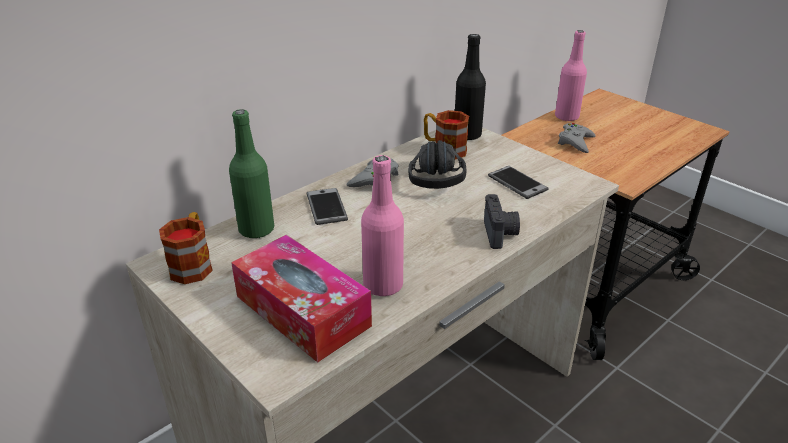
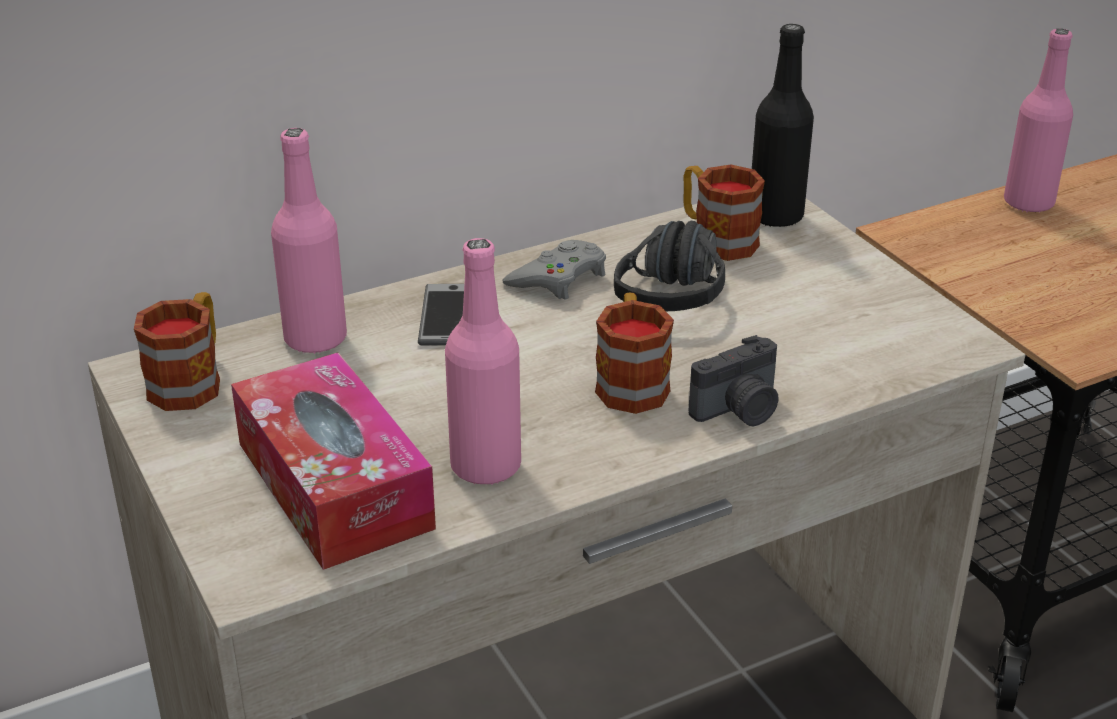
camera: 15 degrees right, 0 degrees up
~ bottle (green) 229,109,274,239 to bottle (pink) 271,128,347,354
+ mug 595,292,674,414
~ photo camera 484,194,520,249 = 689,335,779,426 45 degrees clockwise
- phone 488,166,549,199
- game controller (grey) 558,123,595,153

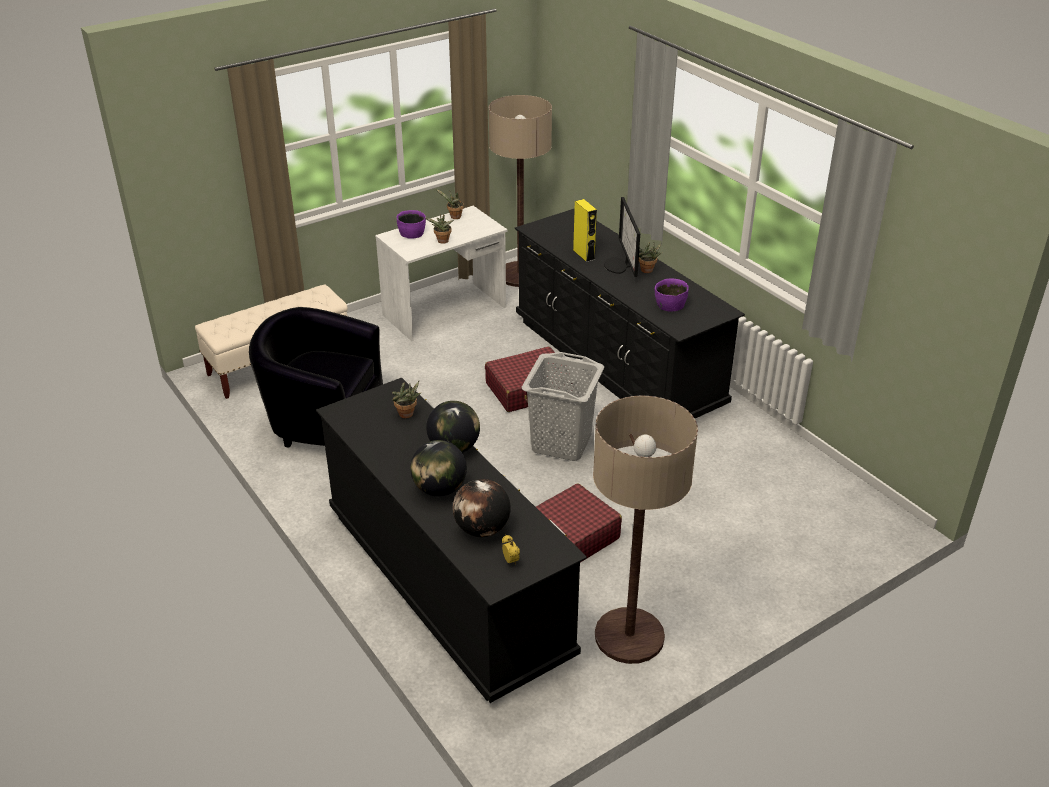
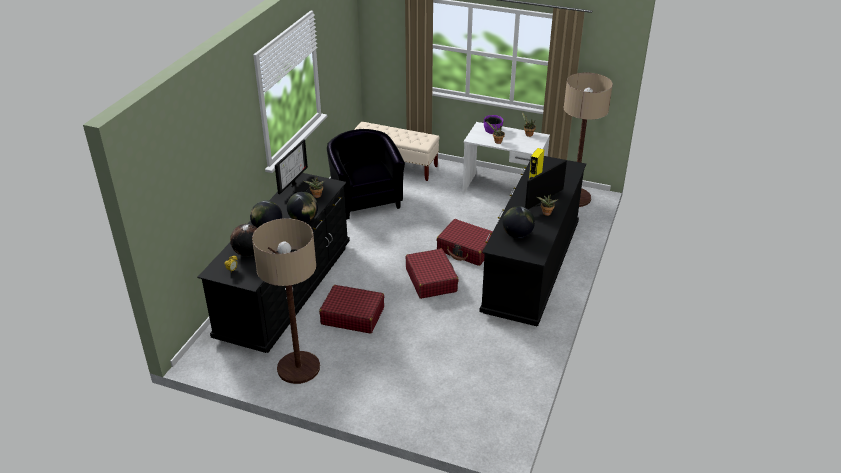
camera: 55 degrees right, 0 degrees up
+ monitor 275,139,310,194
~ laundry basket (grey) 522,352,604,461 to suitcase (red) 405,248,459,299
~ bowl (purple) 655,279,689,312 to globe 503,206,535,238

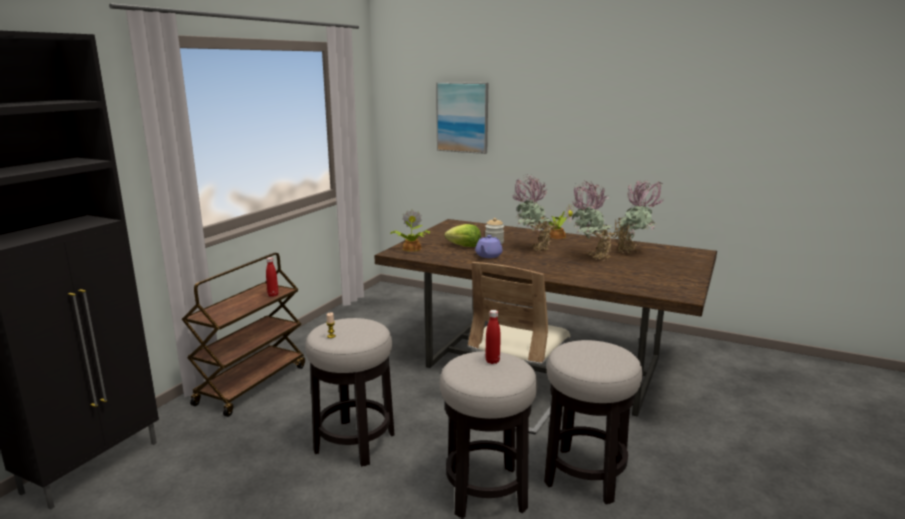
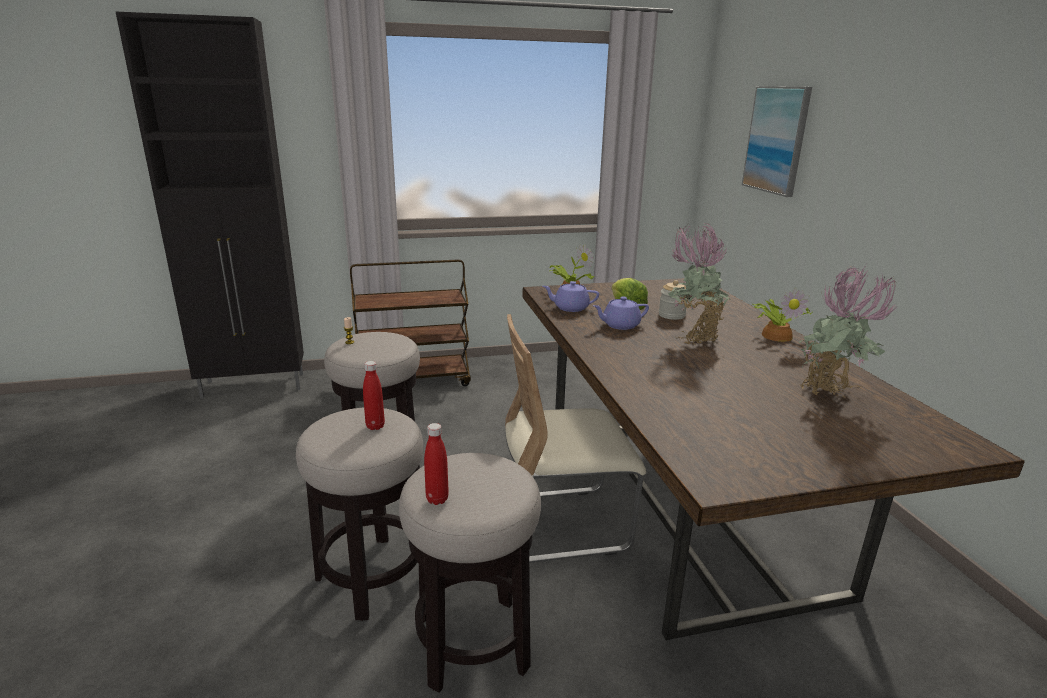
camera: 50 degrees right, 5 degrees up
~ bottle (red) 266,257,278,297 to 424,423,449,505
+ teapot (purple) 543,281,599,312
- potted plant 572,180,619,261

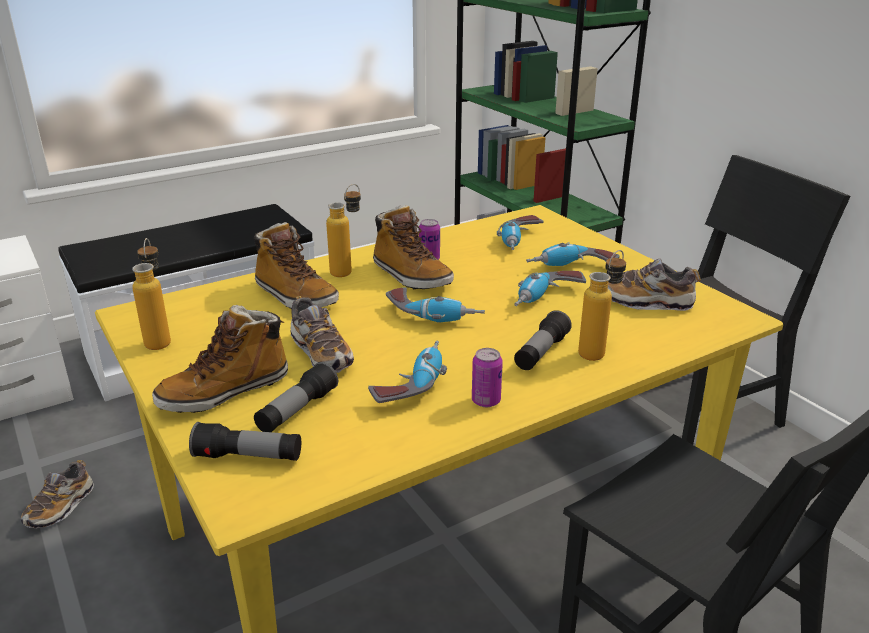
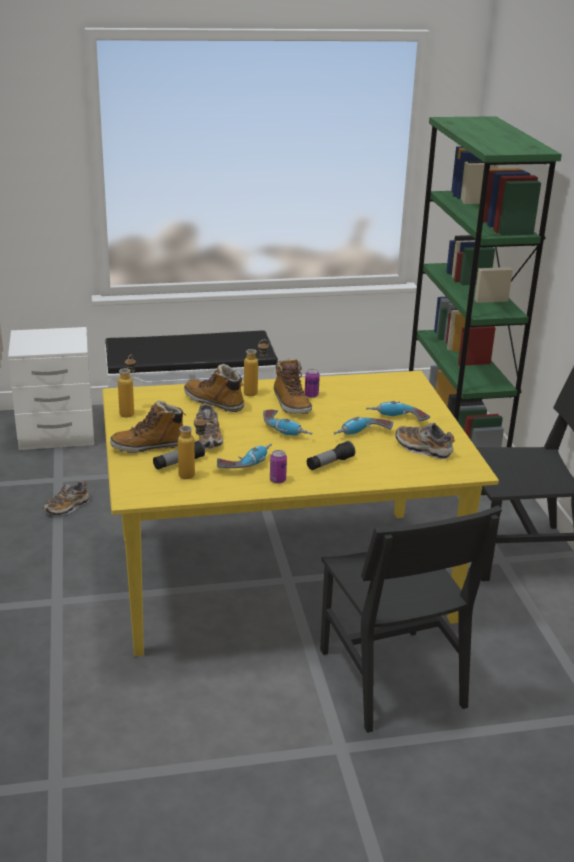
camera: 20 degrees right, 0 degrees up
~ bottle 578,250,626,361 to 178,415,207,479
~ boot 254,222,339,309 = 184,364,244,412 150 degrees clockwise
- flashlight 189,422,301,461
- power drill 497,215,544,250

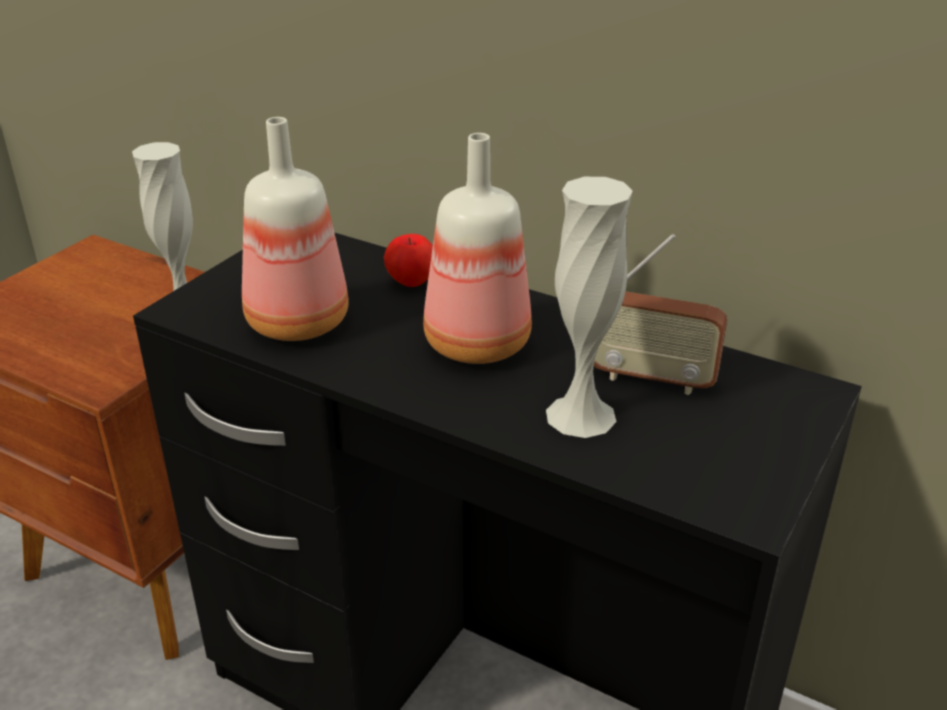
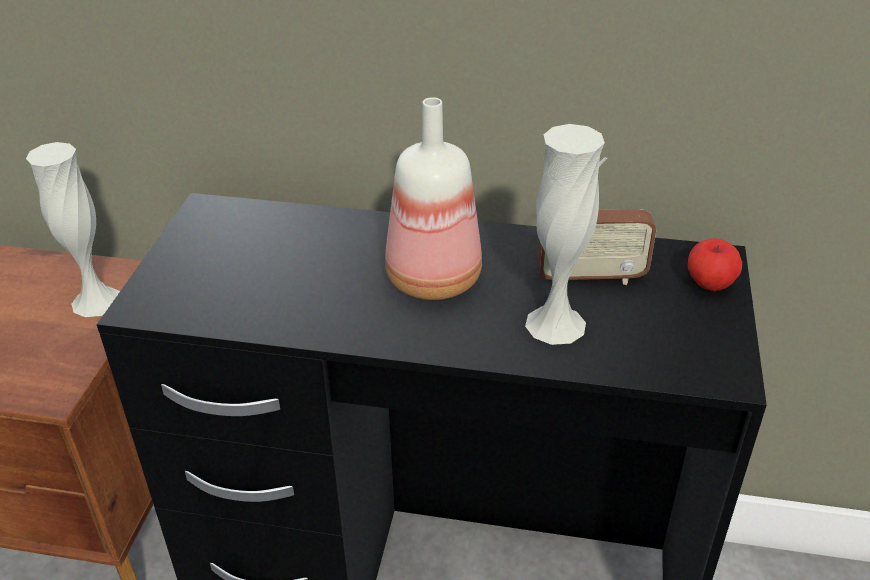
camera: 20 degrees left, 5 degrees up
~ apple 384,234,433,287 to 688,238,742,291
- bottle 242,117,349,341

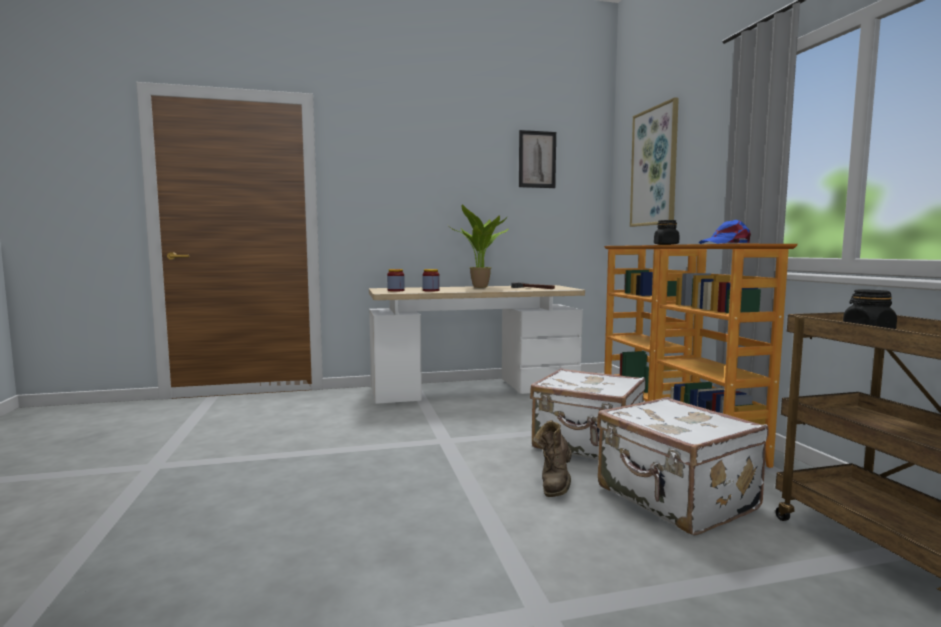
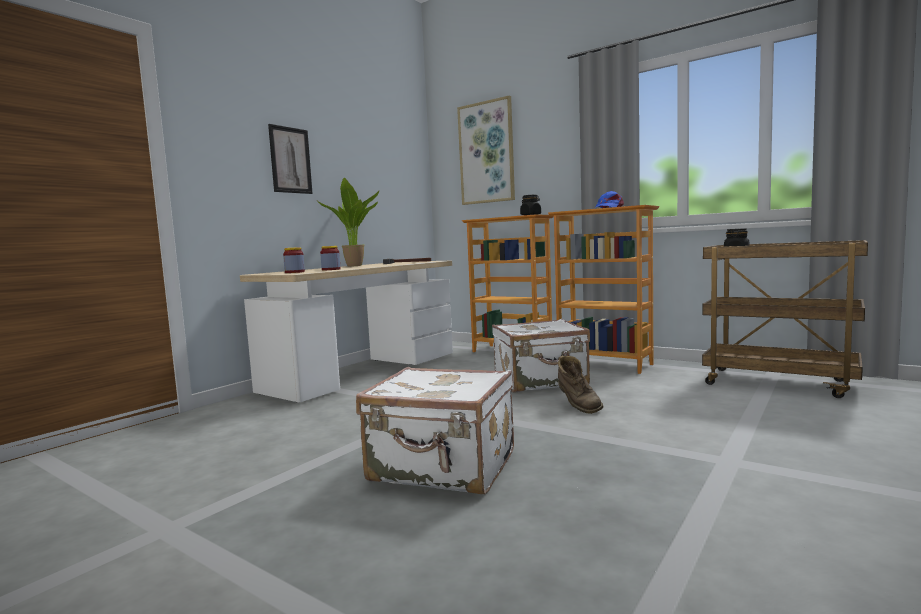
camera: 40 degrees left, 0 degrees up
~ picture 519,130,556,188 to 268,124,313,194
~ suitcase (white) 597,397,768,536 to 356,367,514,494

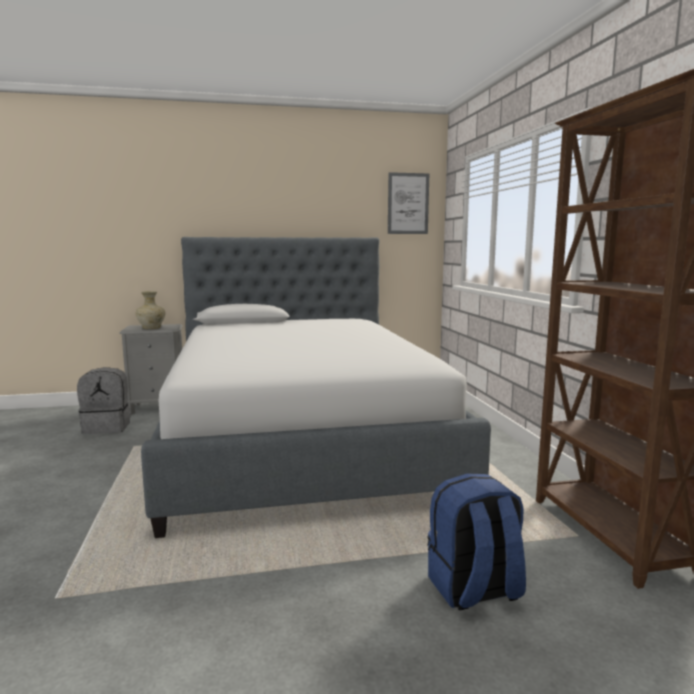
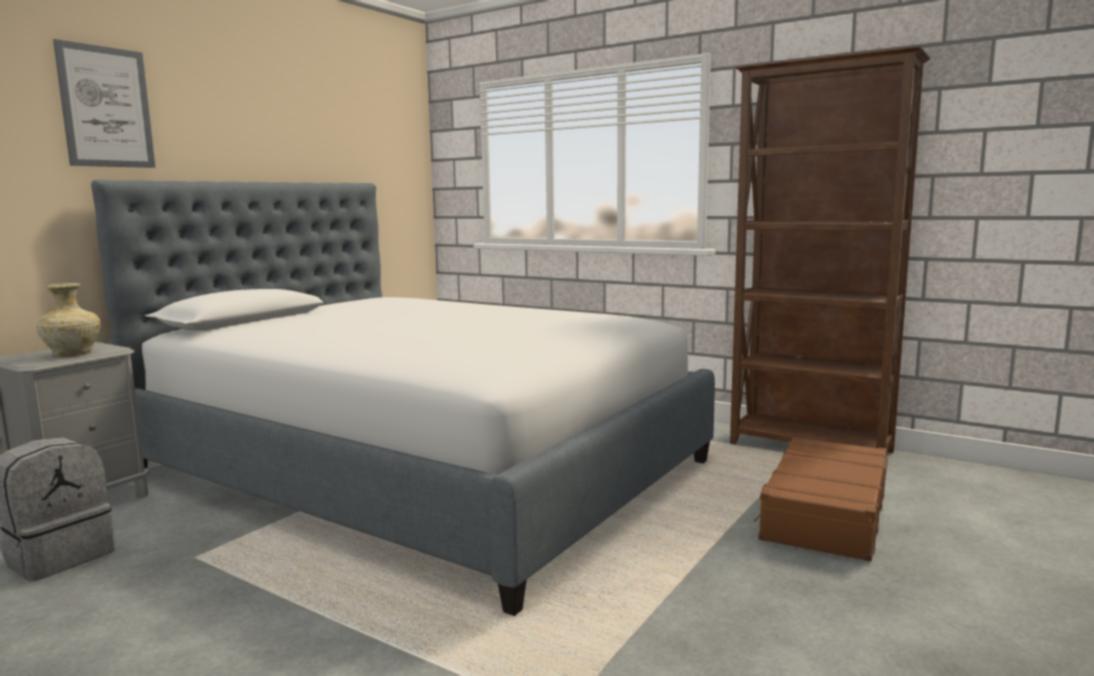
camera: 45 degrees left, 0 degrees up
~ picture 388,172,429,234 to 53,39,155,168
~ backpack (blue) 427,473,526,610 to suitcase (brown) 753,437,888,561

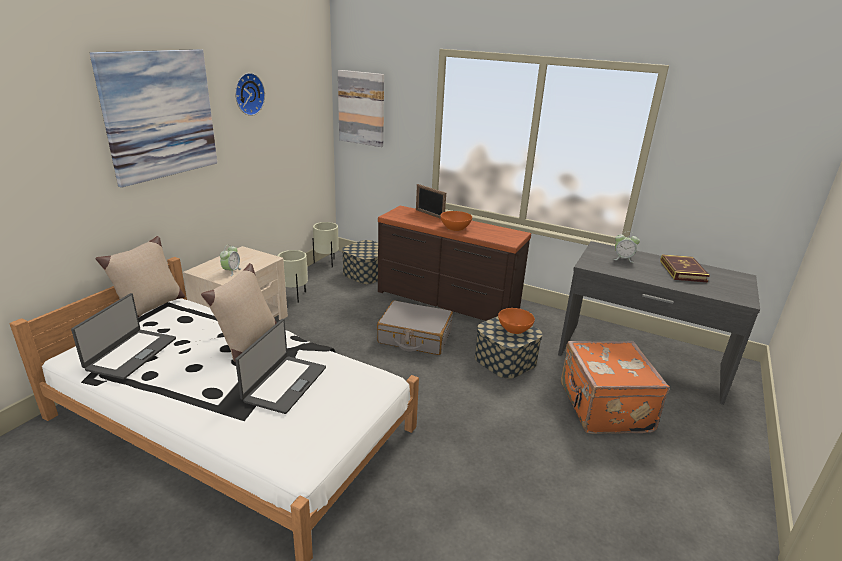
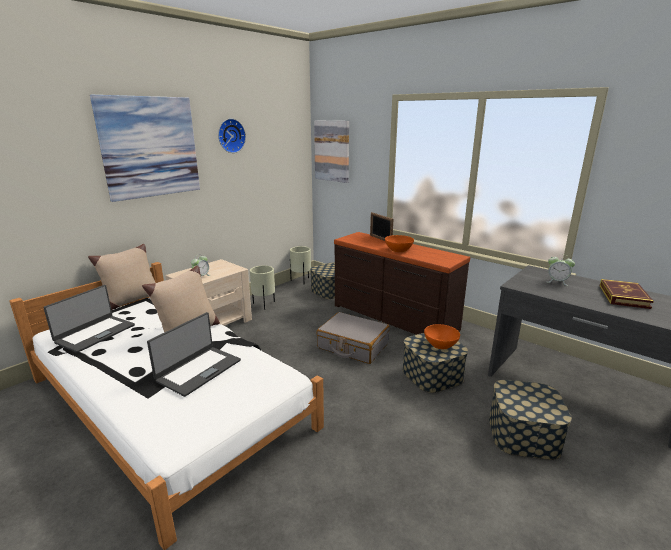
camera: 15 degrees right, 5 degrees down
~ suitcase (orange) 561,341,670,434 to storage box 489,380,572,460

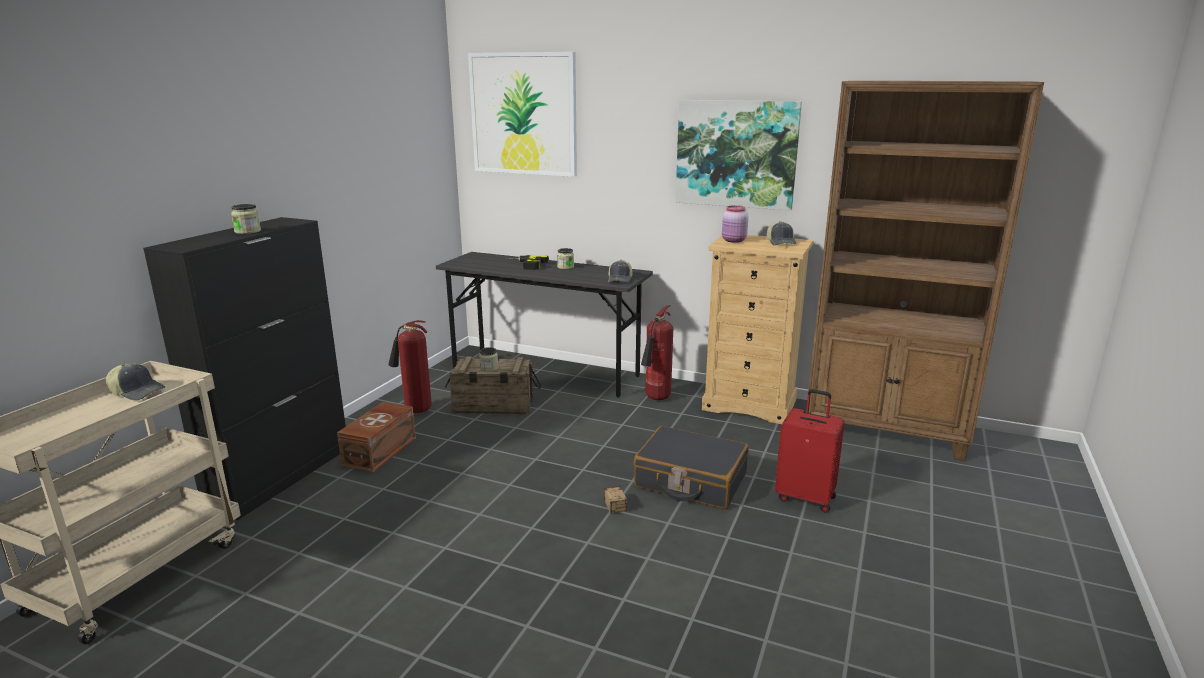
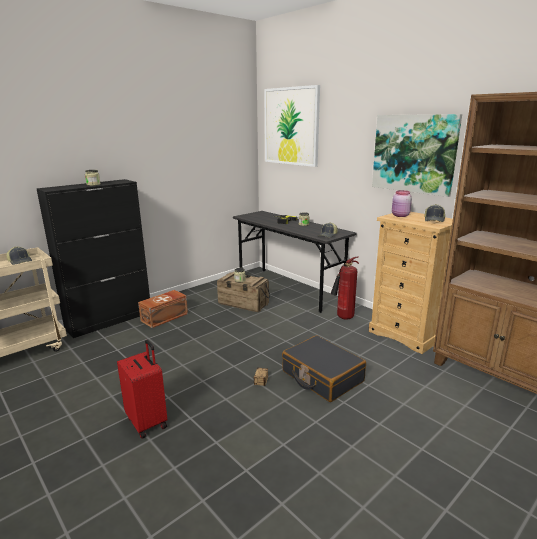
camera: 25 degrees right, 0 degrees up
~ suitcase (red) 775,389,845,513 to 117,340,167,439
- fire extinguisher 389,320,432,413

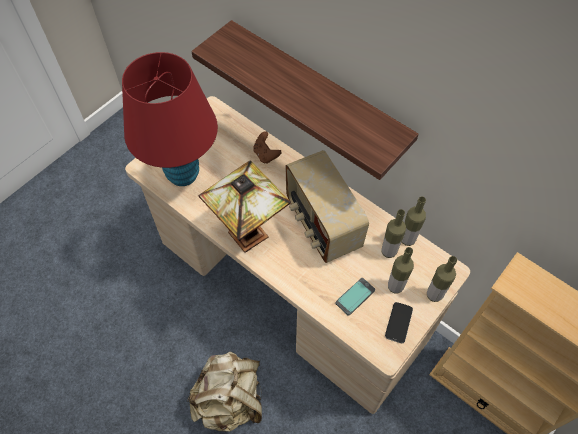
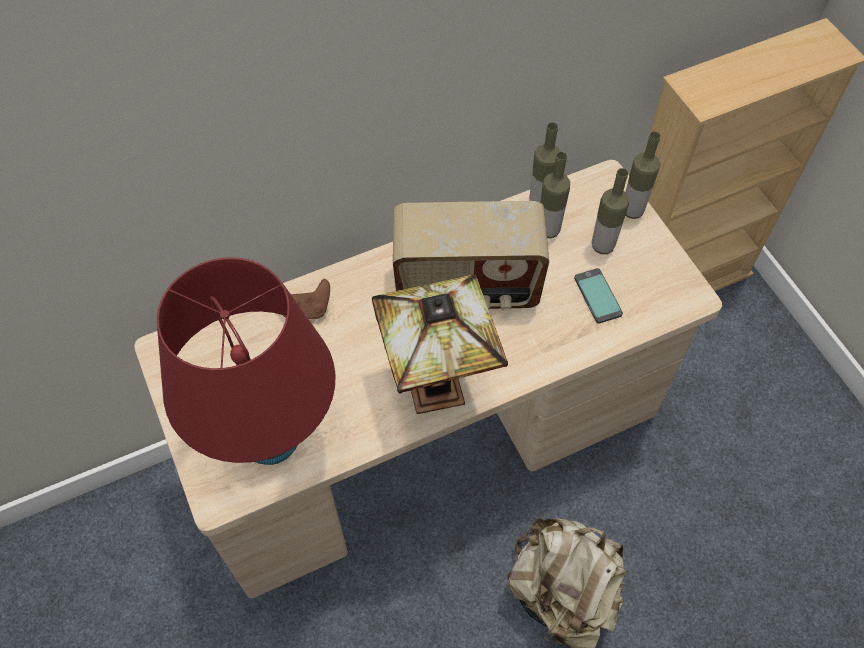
camera: 65 degrees left, 0 degrees up
- shelf 191,20,419,180
- phone 385,302,413,343

